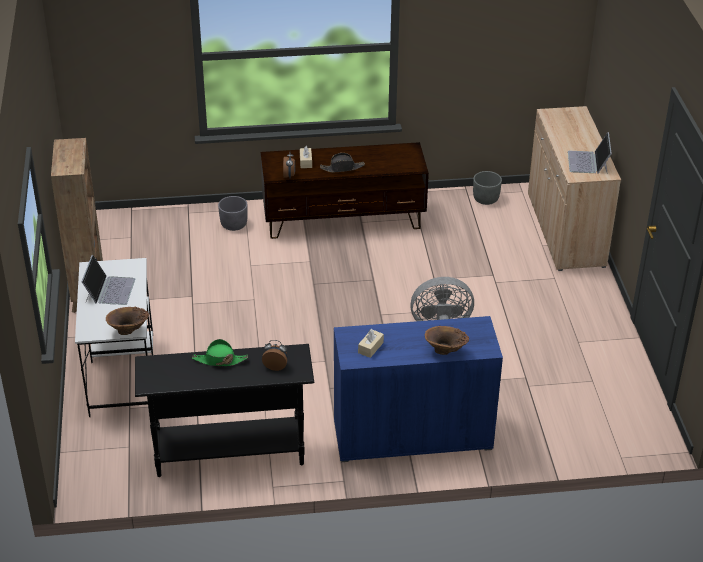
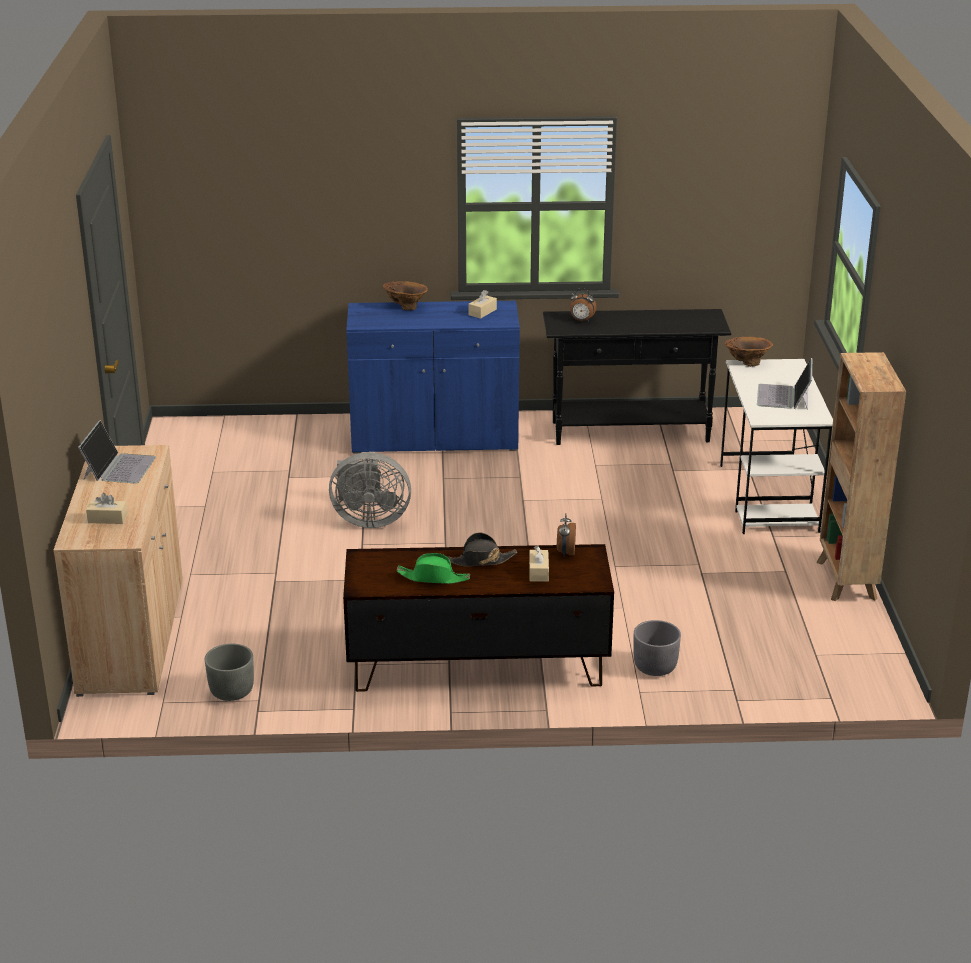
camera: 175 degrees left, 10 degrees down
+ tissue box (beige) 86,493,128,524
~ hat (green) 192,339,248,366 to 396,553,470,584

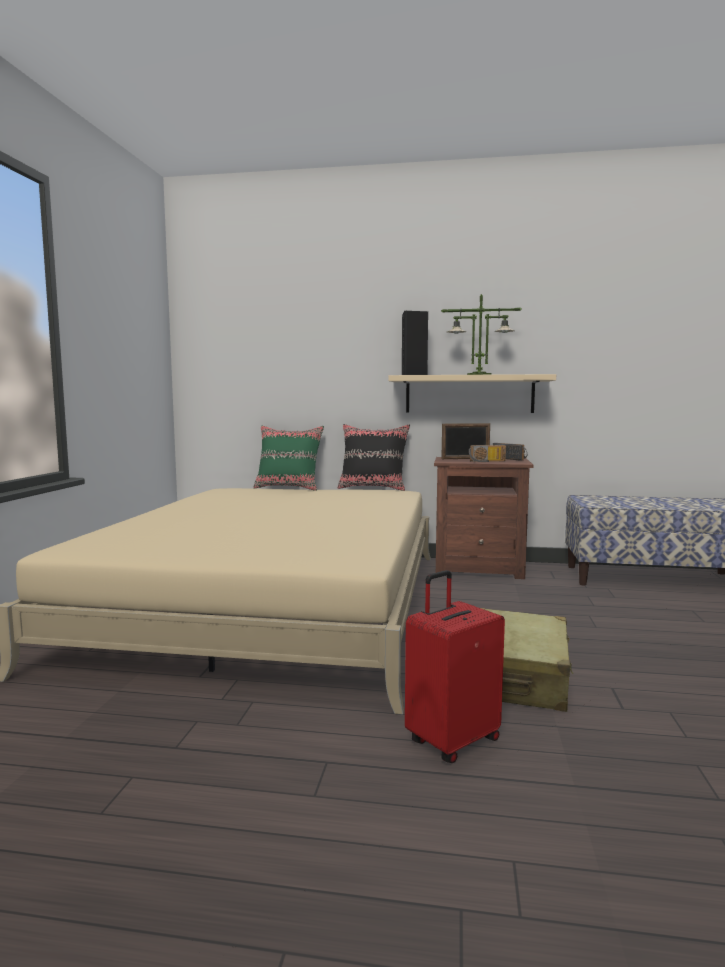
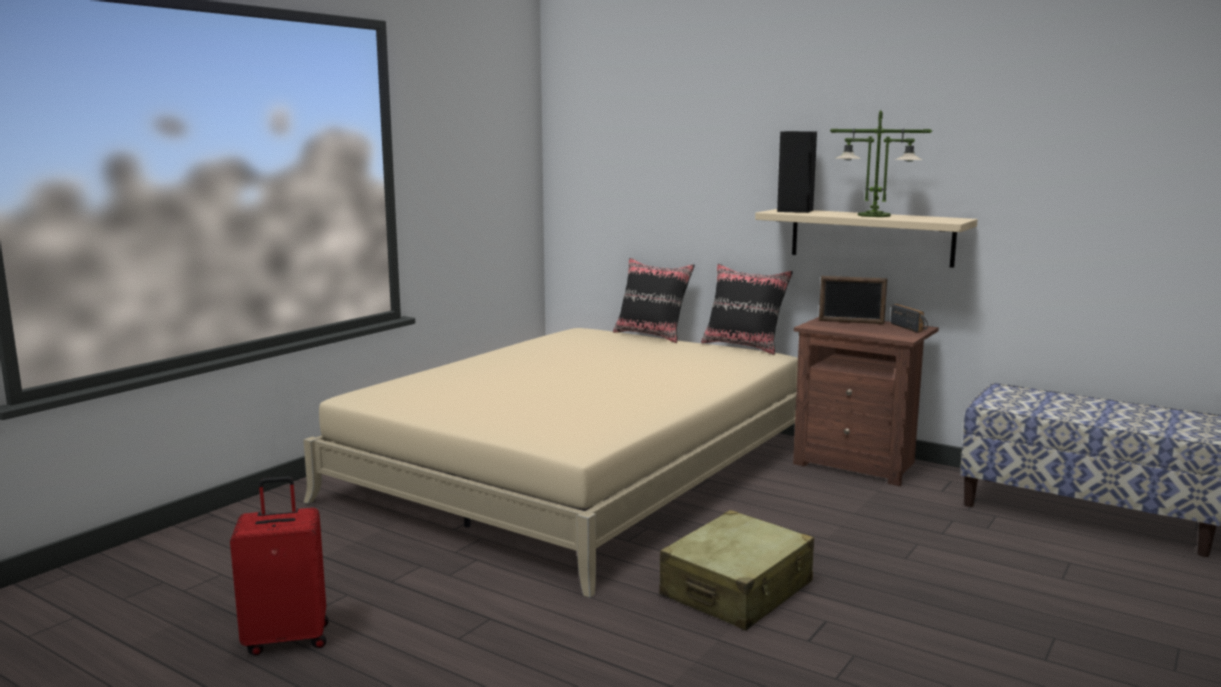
camera: 25 degrees right, 5 degrees up
~ suitcase (red) 405,570,505,763 to 230,476,329,656
~ pillow (green) 253,425,324,491 to pillow (black) 613,258,695,343
- radio 469,445,506,462

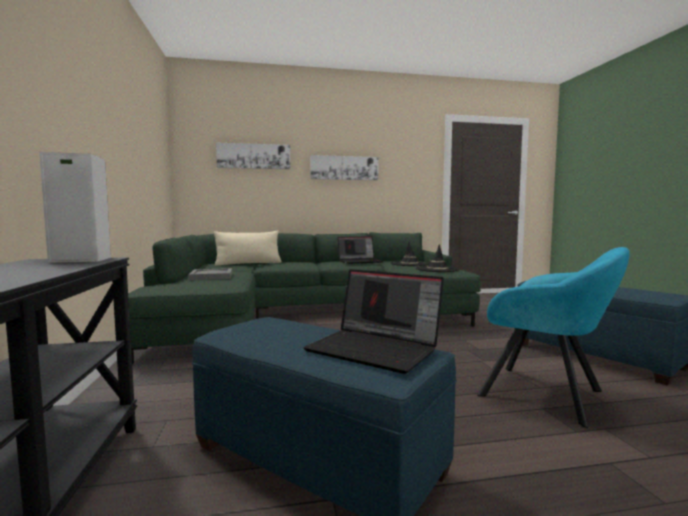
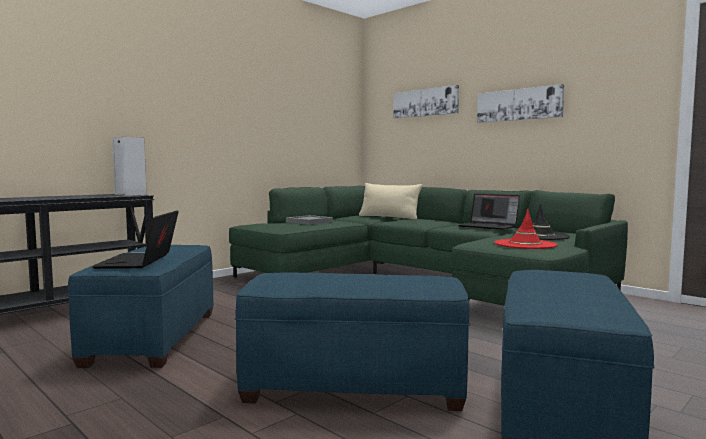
camera: 55 degrees right, 0 degrees up
~ armchair (turquoise) 477,247,630,428 to ottoman (blue) 235,272,470,411
~ hat (black) 416,244,459,272 to hat (red) 494,209,558,249

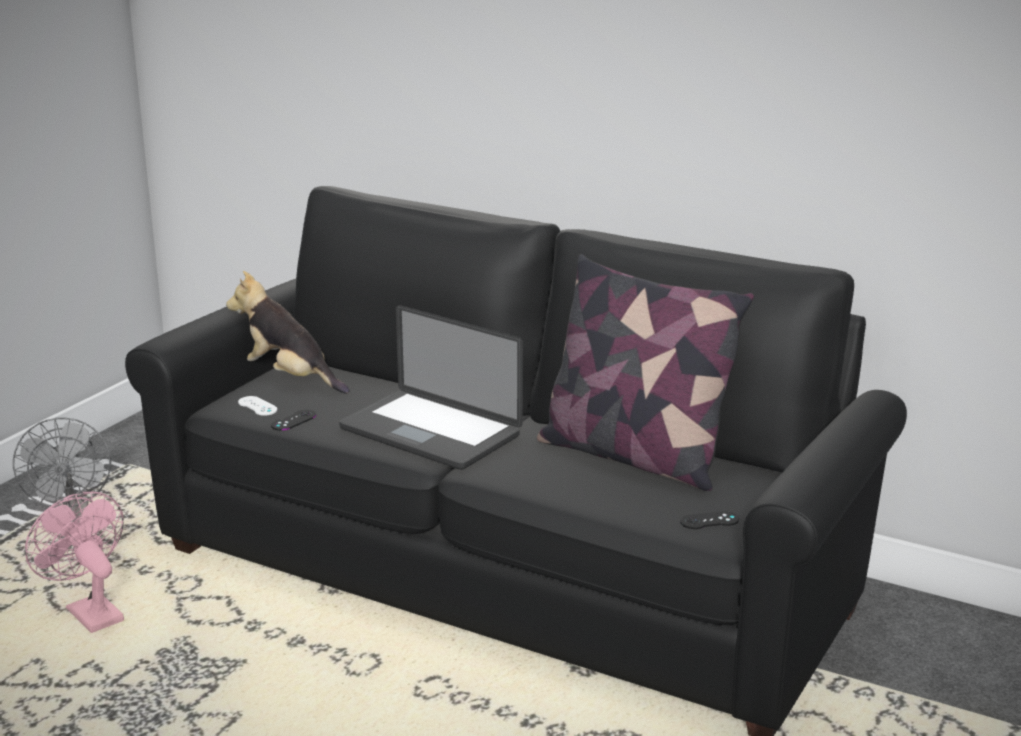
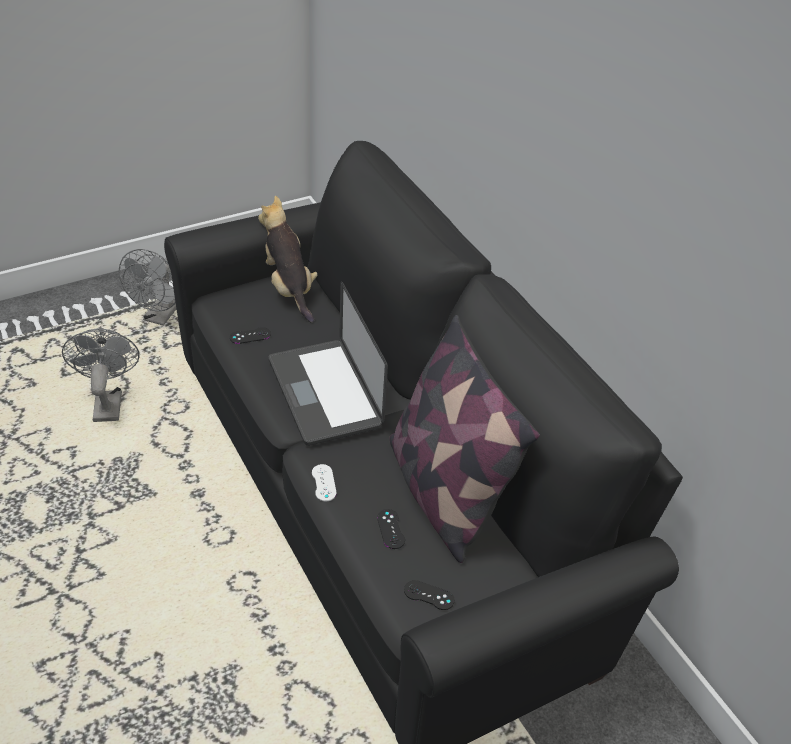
camera: 30 degrees right, 20 degrees up
~ fan (pink) 25,492,124,633 to fan (grey) 62,328,139,422
~ game controller (white) 238,396,278,416 to 312,464,337,501
+ game controller (black) 377,509,405,549

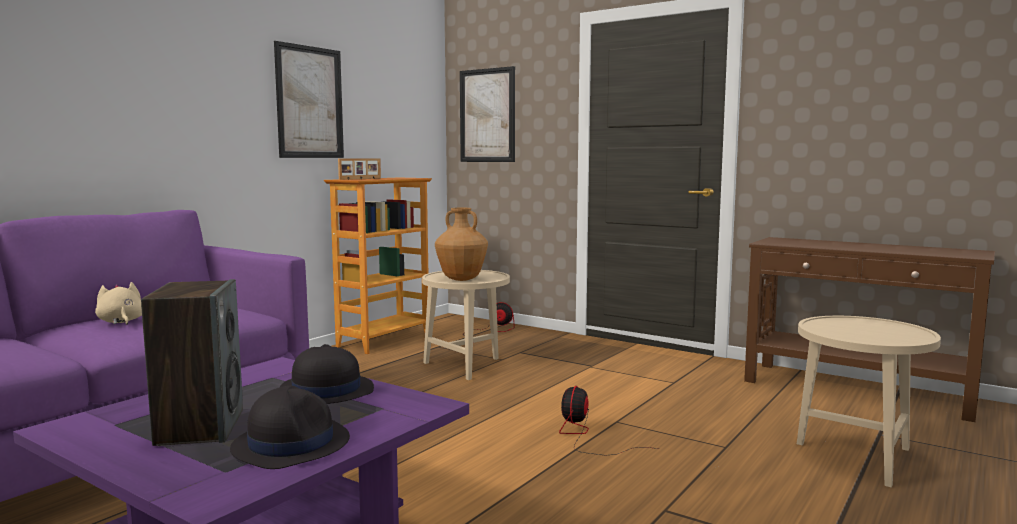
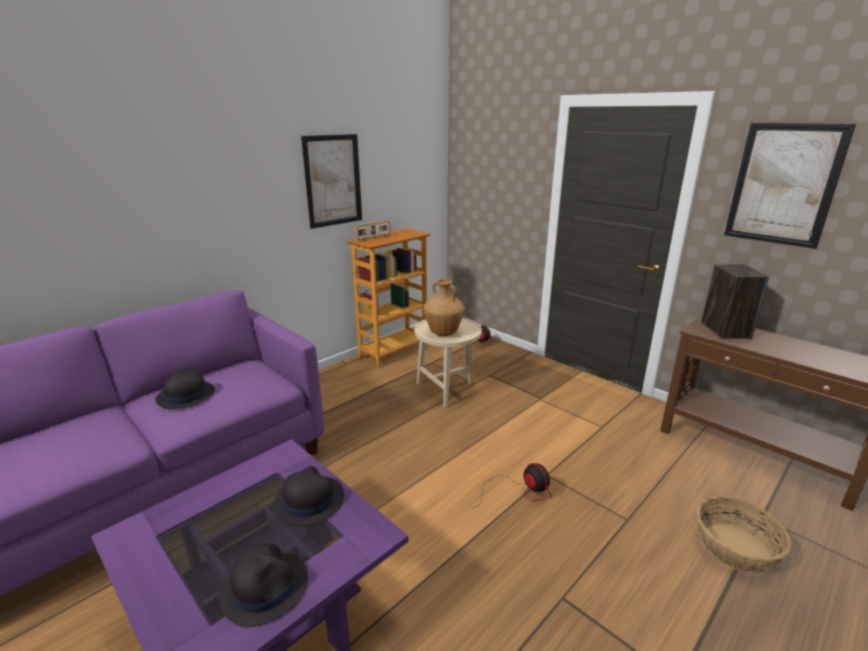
camera: 10 degrees right, 15 degrees up
~ plush toy (beige) 95,282,142,325 to hat (black) 155,370,215,409
~ fan 559,386,659,456 = 472,463,552,509 120 degrees clockwise
~ side table (beige) 797,316,941,488 to basket 697,497,791,573
~ speaker 141,279,243,446 to 701,264,769,339
~ picture 460,66,515,162 to 724,123,856,249

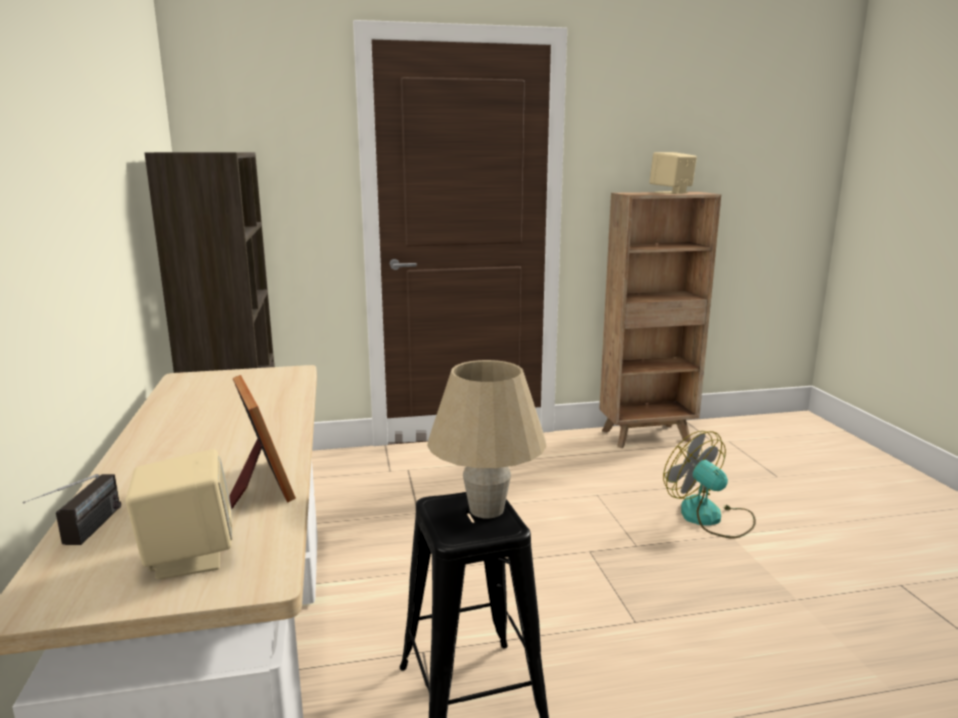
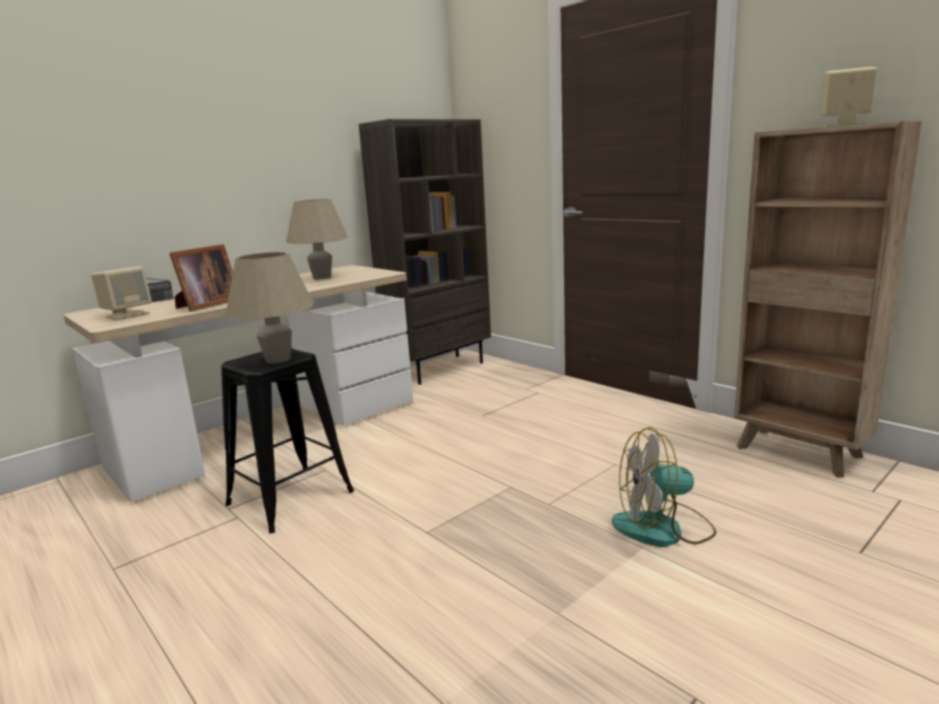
camera: 60 degrees right, 0 degrees up
+ table lamp (beige) 286,199,348,279
~ fan 663,431,756,539 = 612,427,716,547 120 degrees counterclockwise

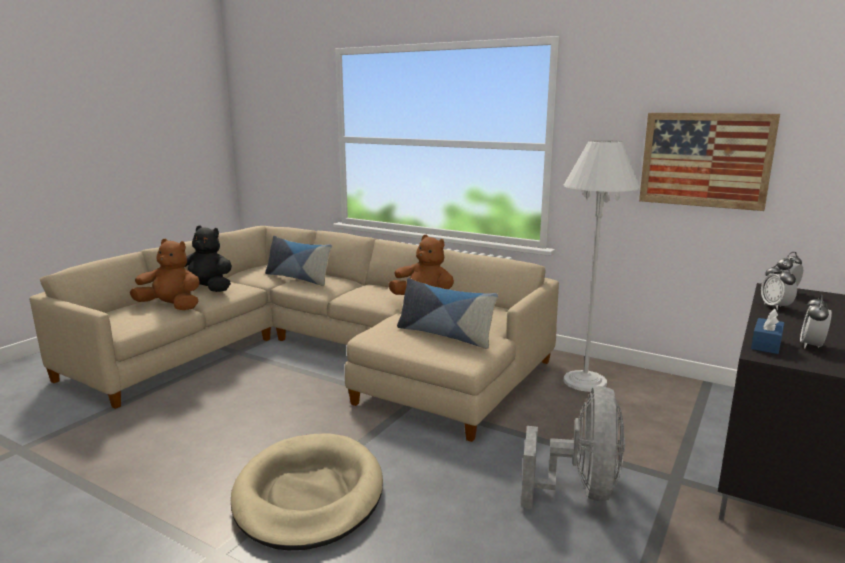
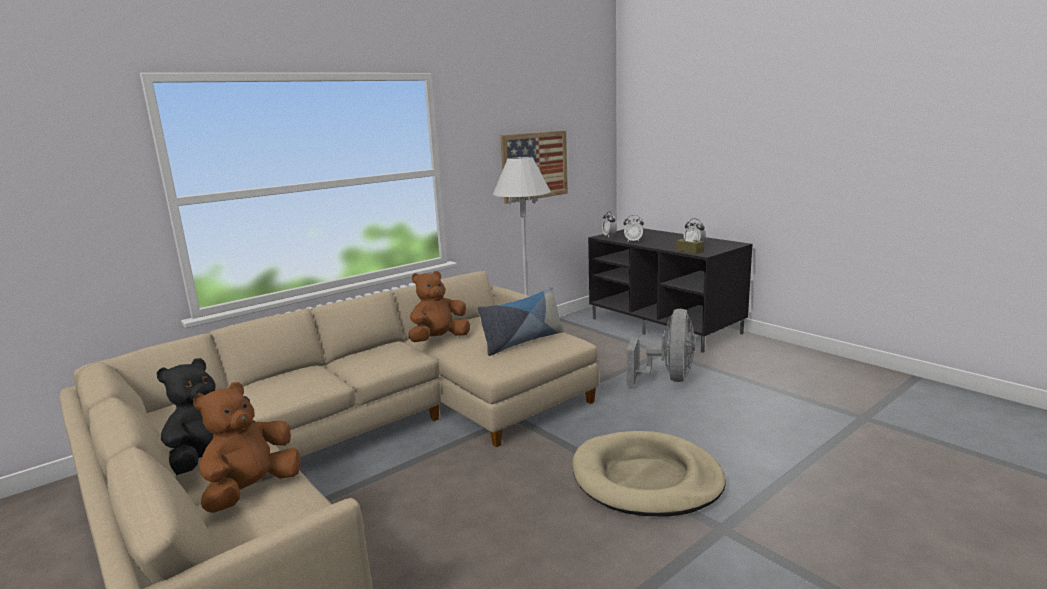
camera: 70 degrees left, 0 degrees up
~ fan (grey) 521,386,625,509 = 627,309,695,387 75 degrees clockwise
~ tissue box (blue) 751,309,784,354 to tissue box (brown) 676,231,704,254
- pillow 265,236,332,286

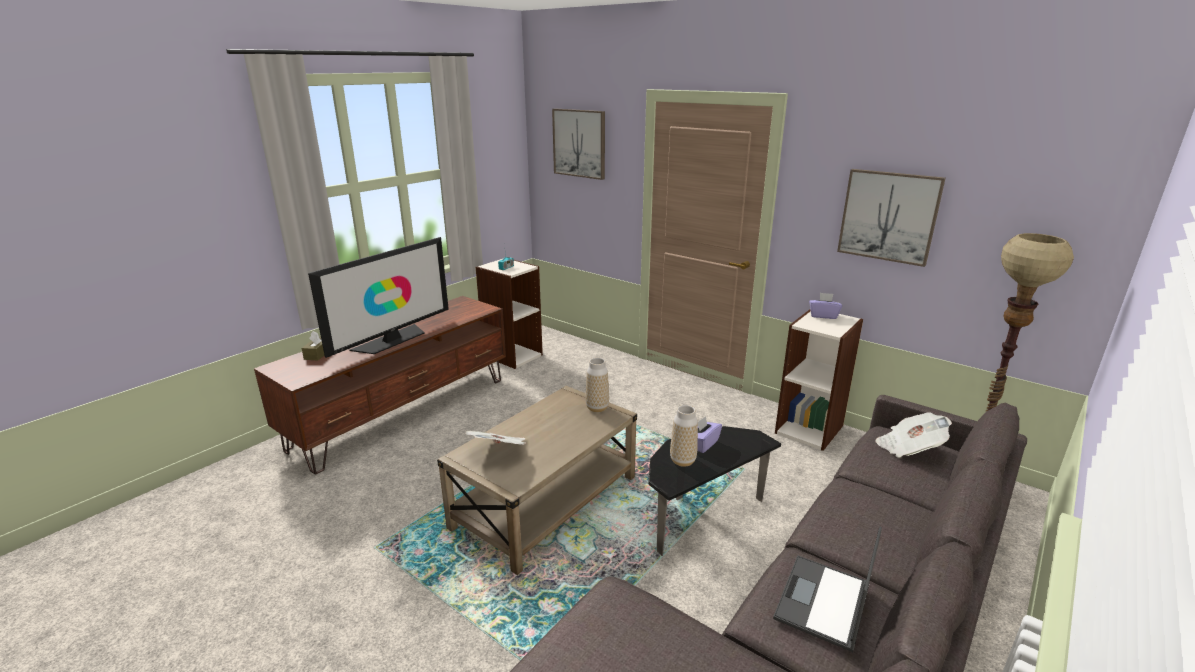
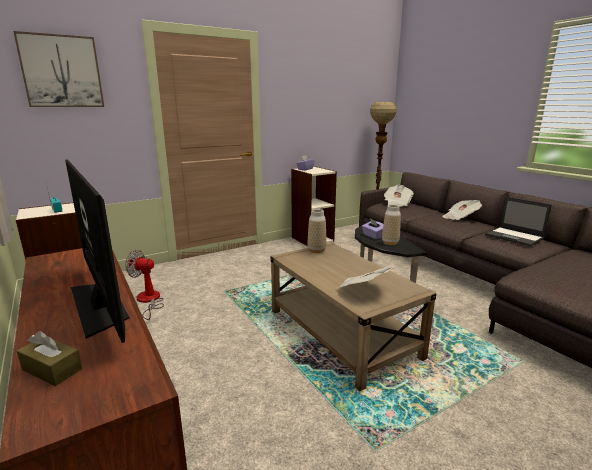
camera: 70 degrees left, 5 degrees down
+ fan 125,250,164,320
+ newspaper 442,200,482,220
- picture 837,169,946,267

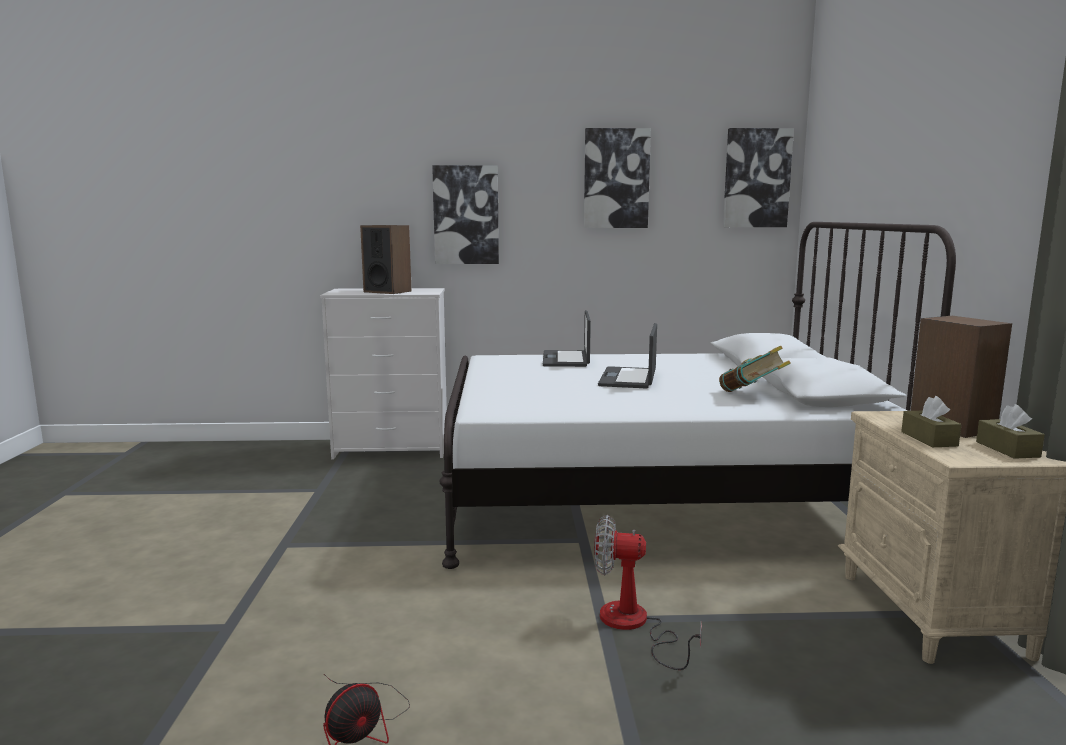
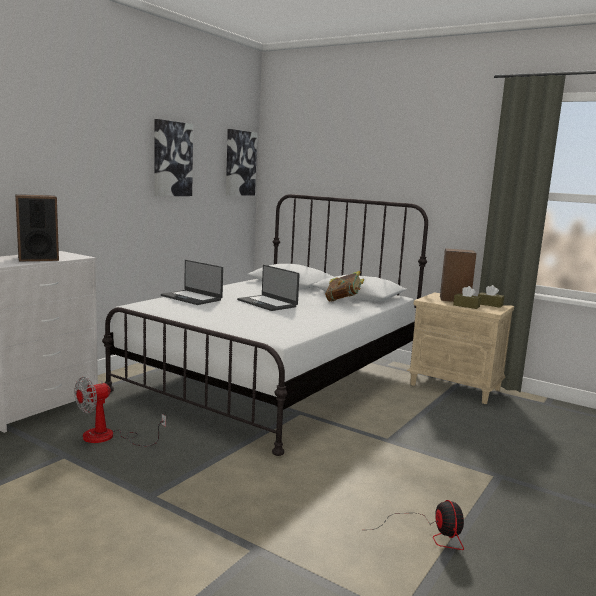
camera: 55 degrees left, 0 degrees up
~ fan 594,515,702,670 to 74,377,166,446
- picture 432,165,499,264

